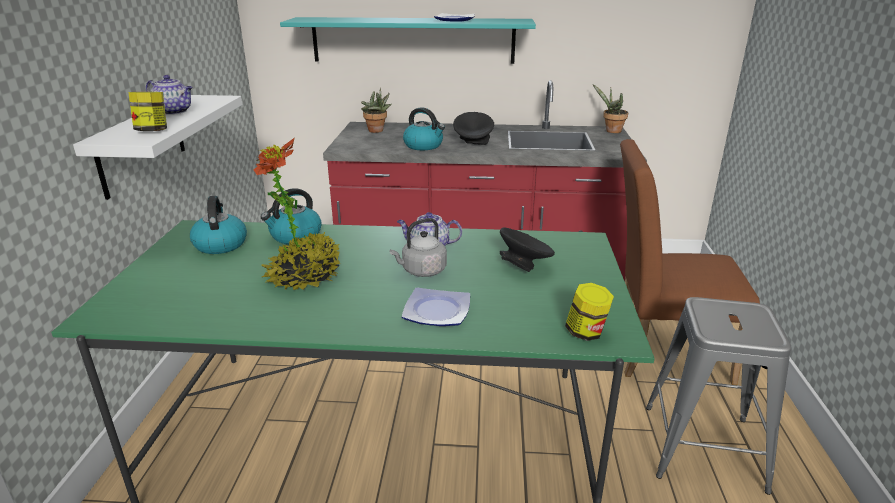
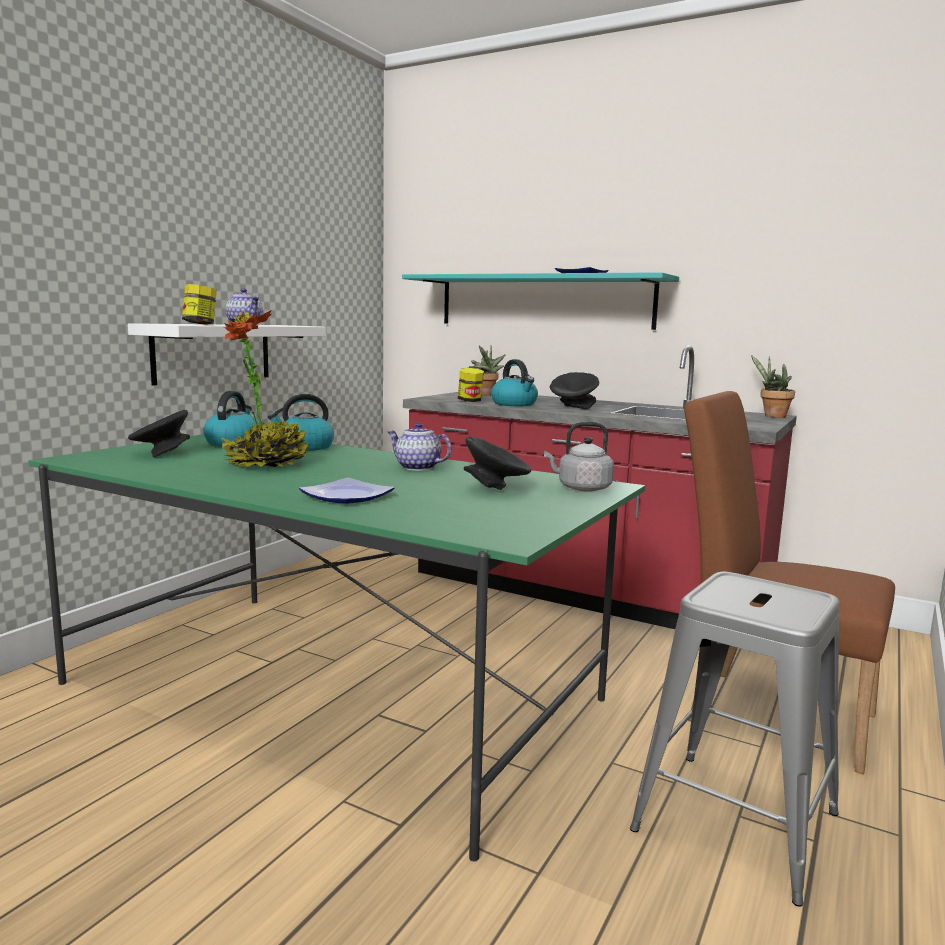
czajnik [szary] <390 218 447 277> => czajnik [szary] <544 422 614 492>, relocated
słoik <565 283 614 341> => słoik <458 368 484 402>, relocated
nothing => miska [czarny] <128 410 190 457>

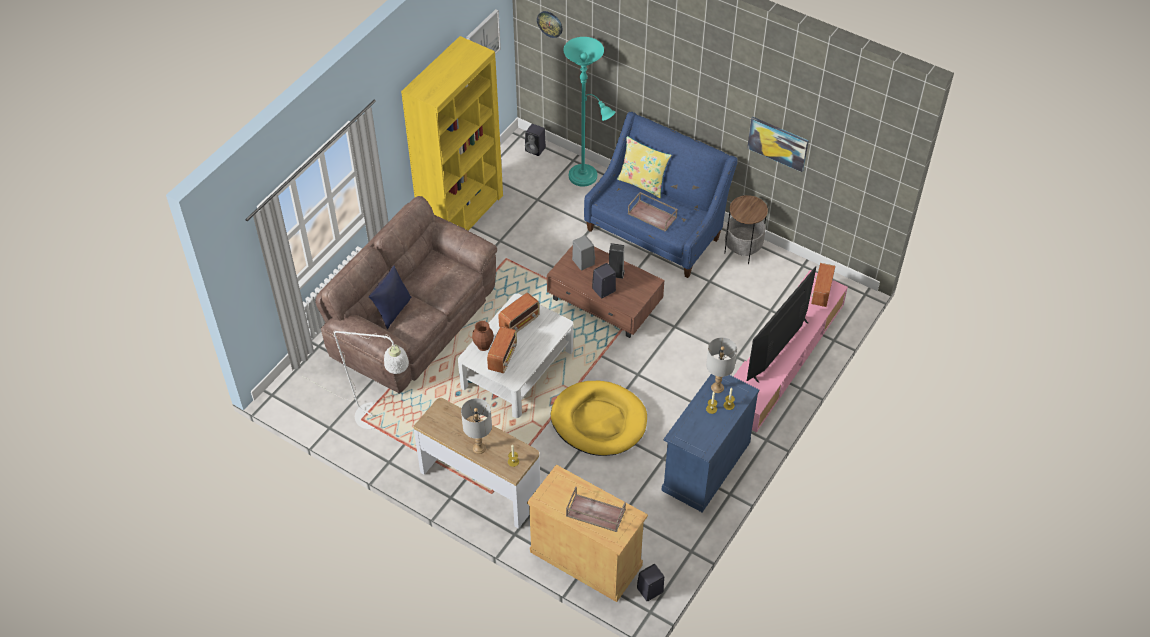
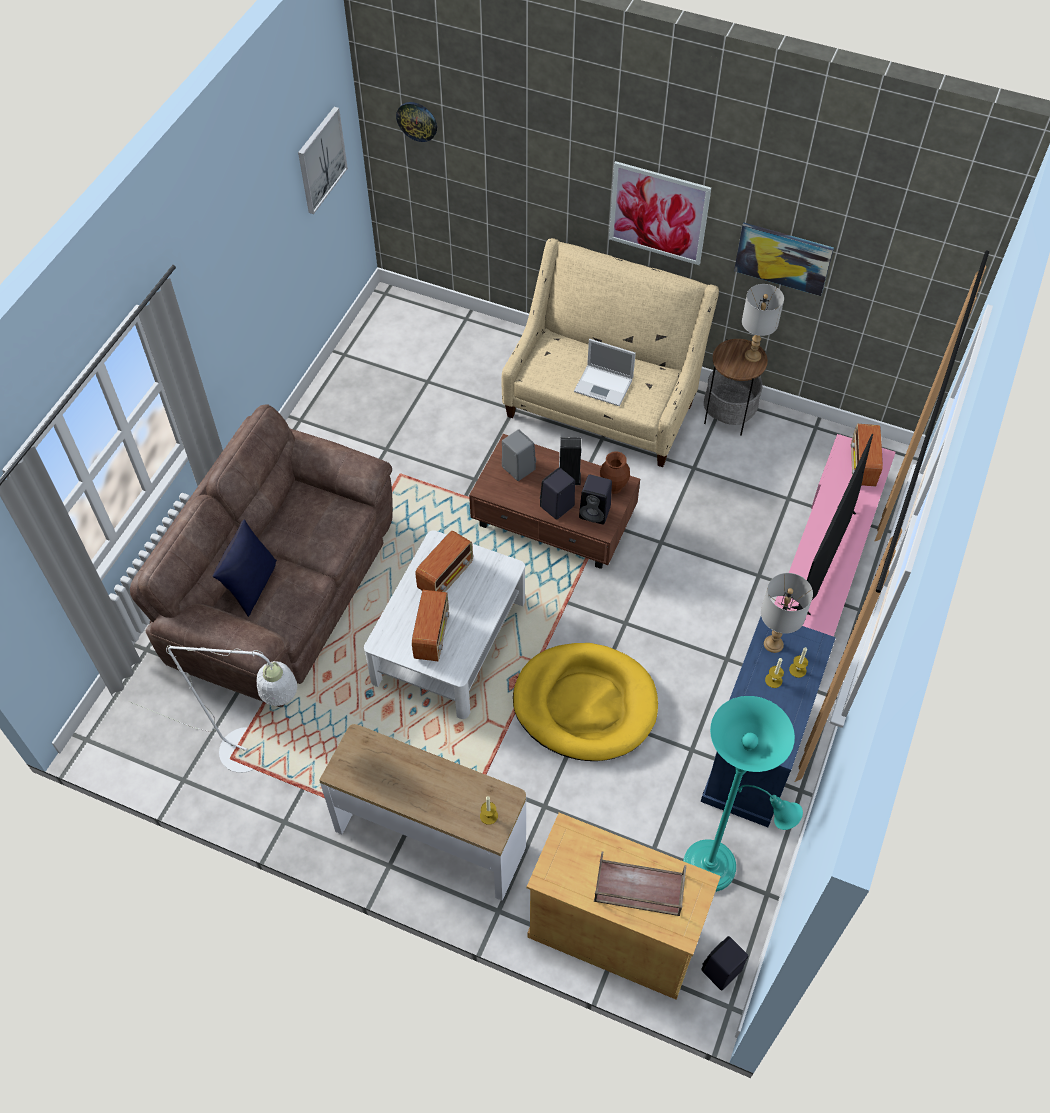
regał [żółty] <401 36 503 231> => nothing
lampa stołowa [szary] <461 398 492 454> => lampa stołowa [szary] <742 284 784 362>, relocated
wazon [brązowy] <472 321 494 351> => wazon [brązowy] <600 452 630 494>, relocated
głośnik [czarny] <525 124 546 156> => głośnik [czarny] <579 474 612 524>, relocated
lampa stojąca [turkusowy] <563 37 615 187> => lampa stojąca [turkusowy] <683 696 803 892>, relocated
kanapa [niebieski] <584 112 738 278> => kanapa [beżowy] <502 238 719 467>
poduszka [żółty] <617 136 672 198> => nothing
taca [brązowy] <628 192 678 232> => laptop <574 339 636 406>
nothing => obraz <609 161 711 265>

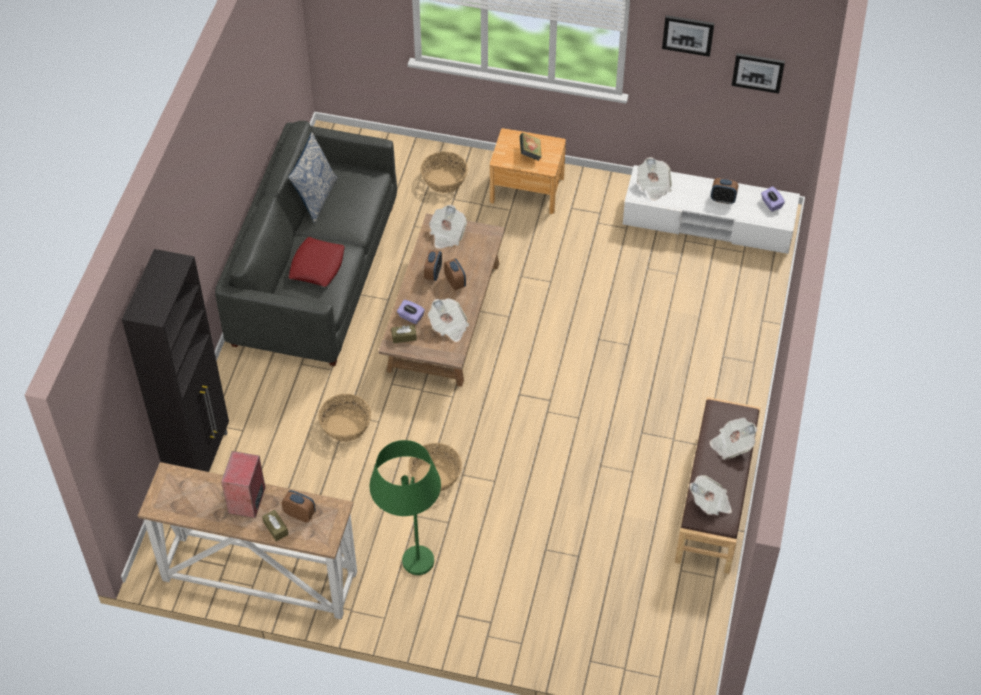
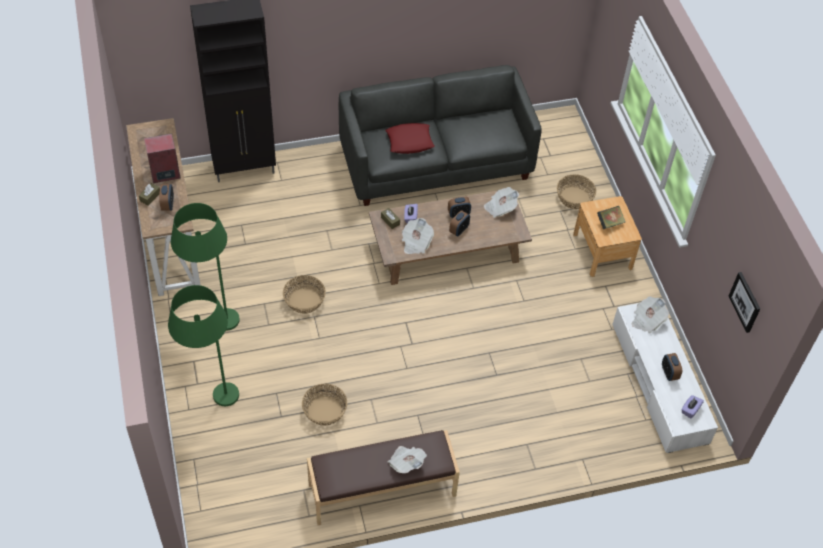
poduszka <288 132 338 223> => nothing
koszyk <318 394 371 442> => koszyk <302 383 347 426>, relocated
obraz <662 15 714 57> => nothing
gazeta <690 475 732 516> => nothing
nothing => lampa stojąca [zielony] <168 285 239 406>

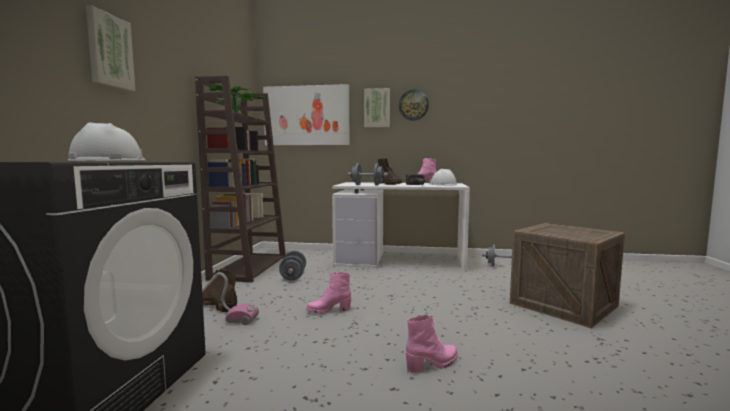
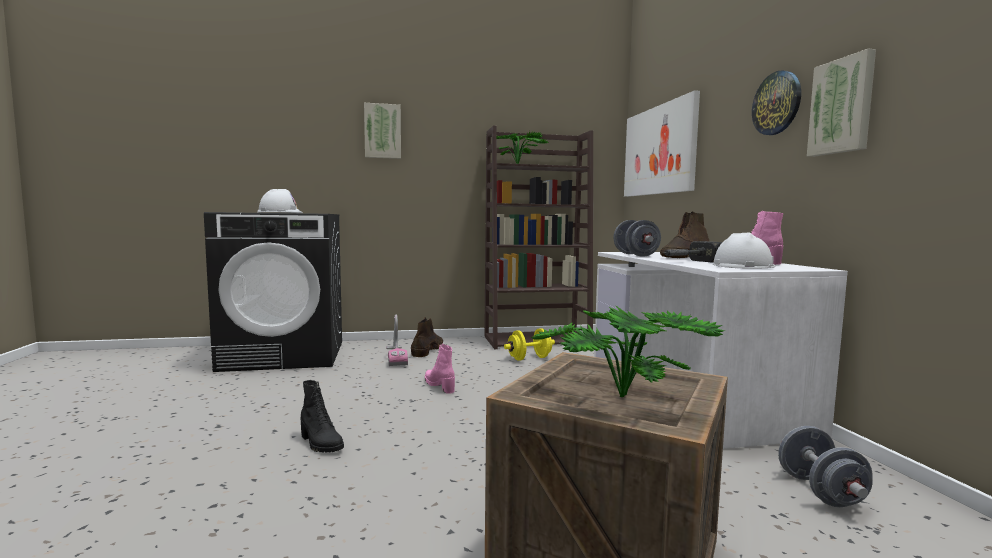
hantel [szary] <279 251 306 280> => hantel [żółty] <504 328 555 361>
obraz <364 88 390 128> => obraz <807 48 876 157>, relocated
but z cholewką [różowy] <406 315 458 373> => but z cholewką [czarny] <300 380 344 453>
nothing => roślina doniczkowa <531 305 725 397>

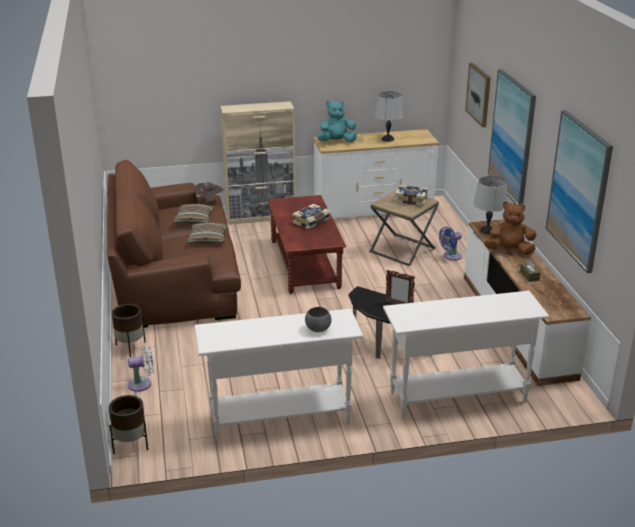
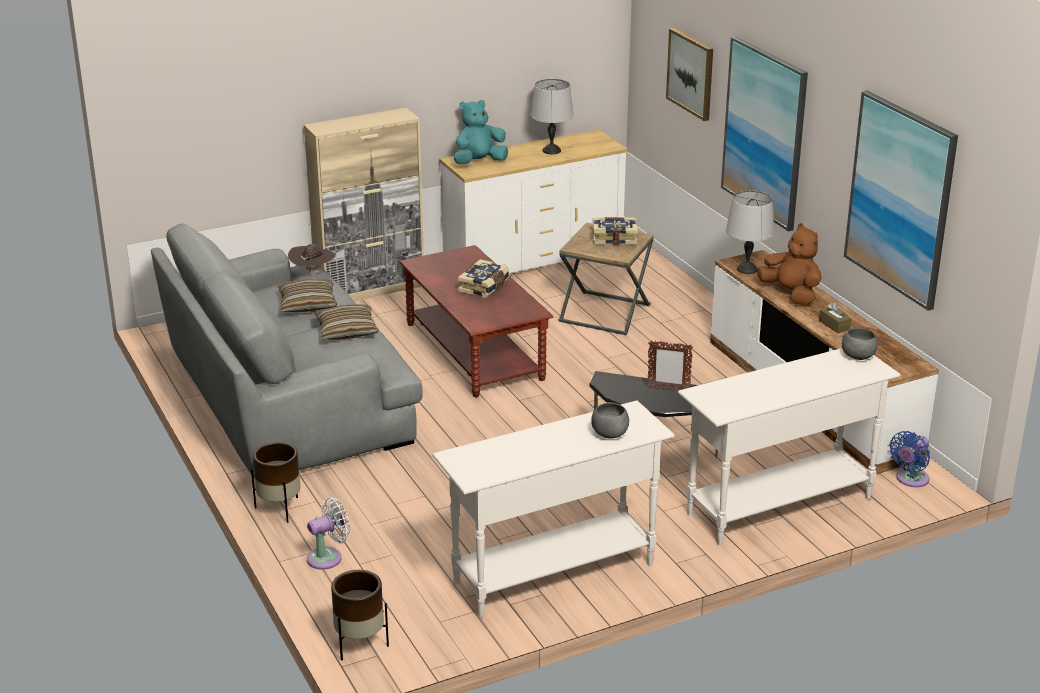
kanapa [brązowy] <107 160 241 328> => kanapa [szary] <151 223 423 478>
wentylator [niebieski] <439 227 462 261> => wentylator [niebieski] <890 431 930 487>, relocated
pluszak [brązowy] <485 201 536 255> => pluszak [brązowy] <757 223 822 305>, 60 degrees clockwise
nothing => miska [szary] <842 328 878 360>

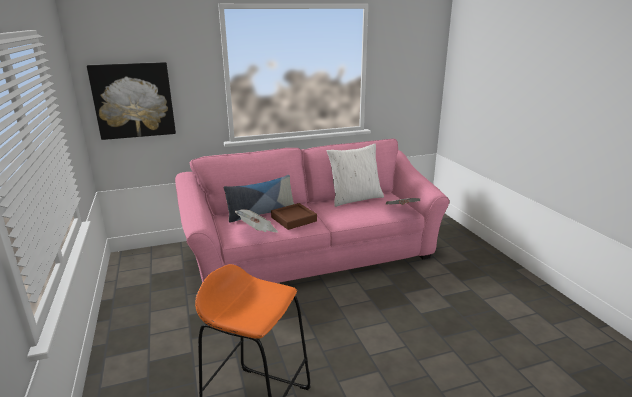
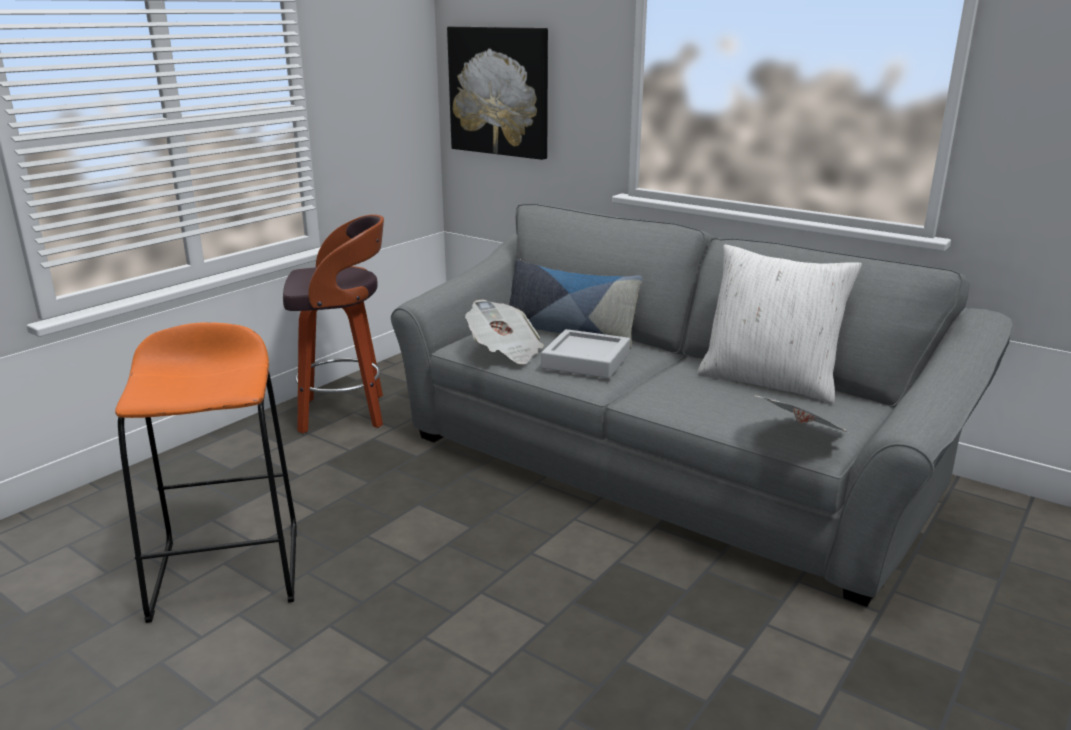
kanapa [różowy] <175 139 449 283> => kanapa [szary] <391 204 1013 607>
taca [brązowy] <271 203 317 230> => taca [szary] <541 329 630 379>
nothing => stołek <283 214 384 433>

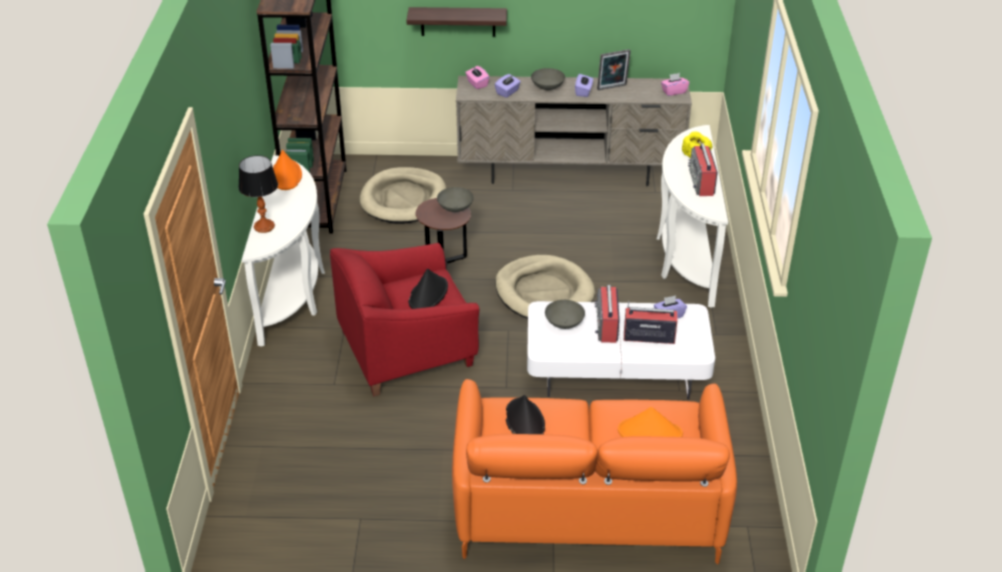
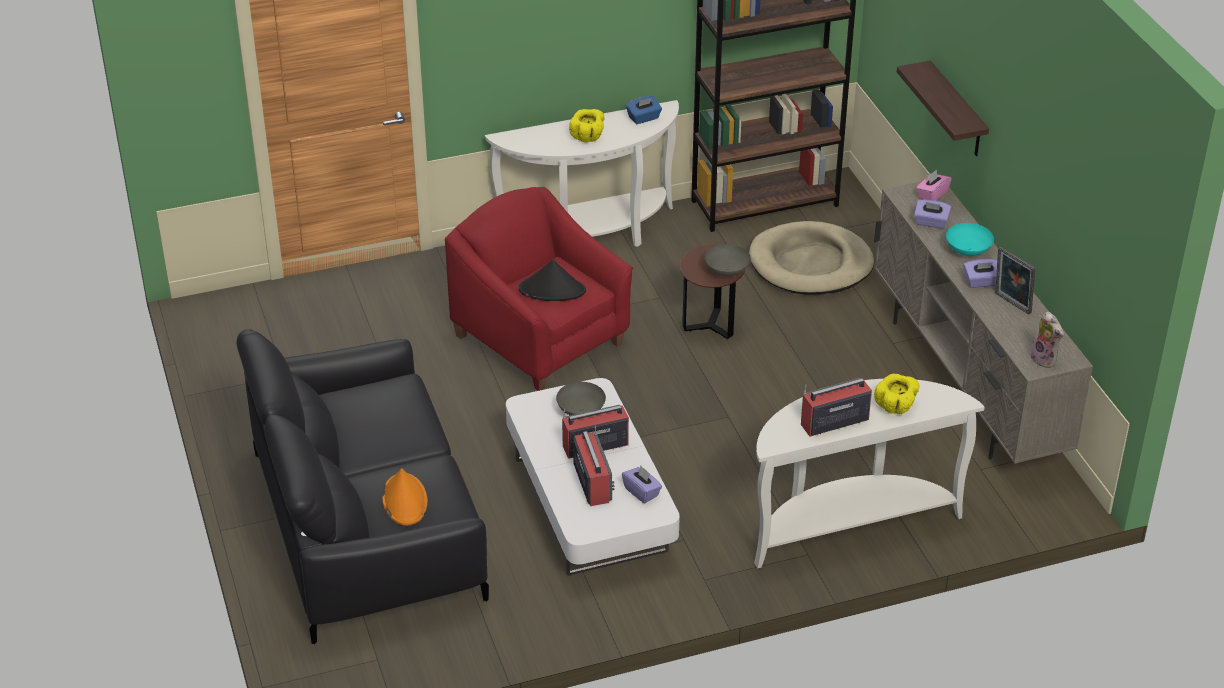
lampa stołowa <238 155 278 233> => nothing
kapelusz [pomarańczowy] <273 150 302 190> => pudełko chusteczek [niebieski] <626 96 662 124>
kanapa [pomarańczowy] <452 379 737 564> => kanapa [czarny] <237 329 489 644>
legowisko [beżowy] <495 255 595 318> => nothing
kapelusz [czarny] <506 395 545 434> => nothing
miska [szary] <531 68 565 90> => miska [turkusowy] <946 223 994 256>
pudełko chusteczek [różowy] <661 73 689 96> => pluszak <1031 311 1064 368>
nothing => miska [żółty] <569 109 605 142>

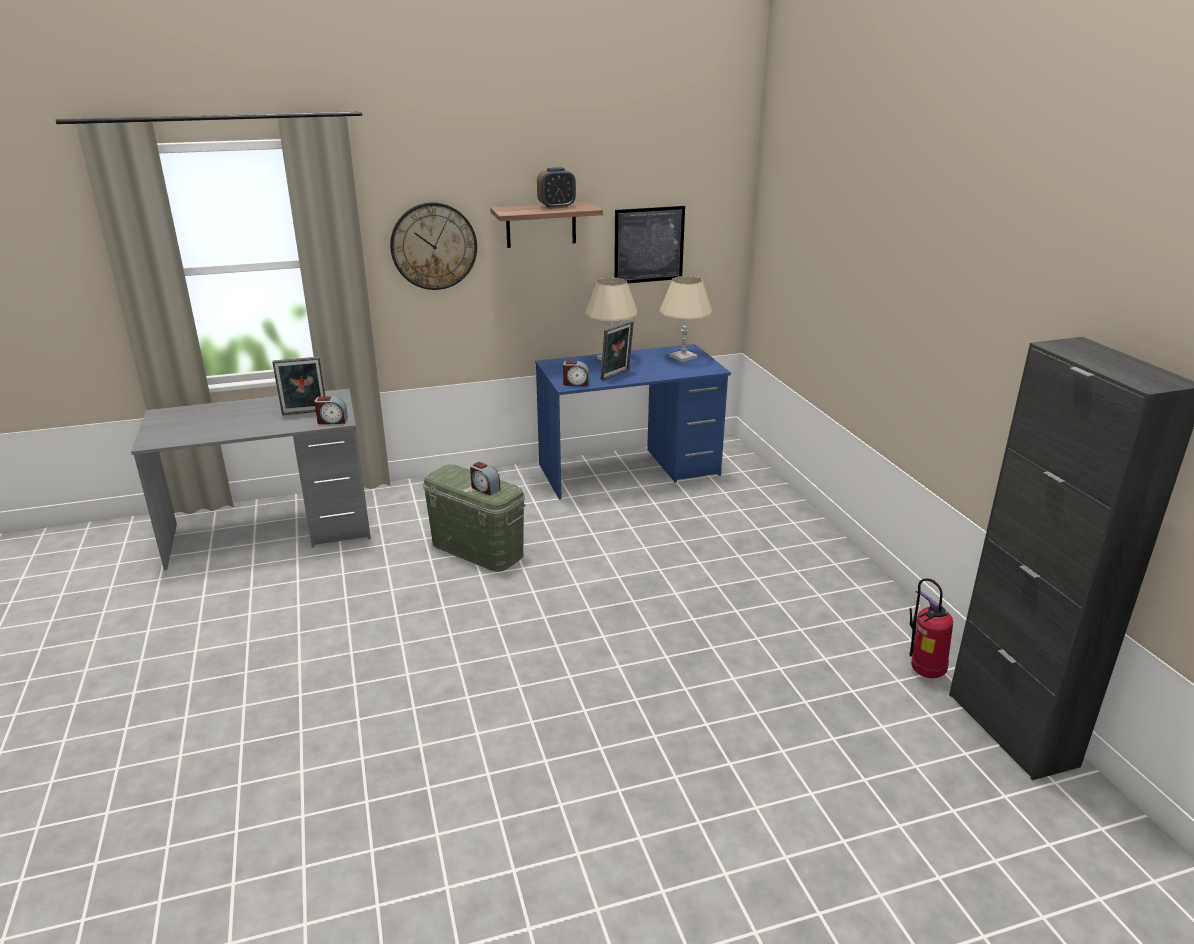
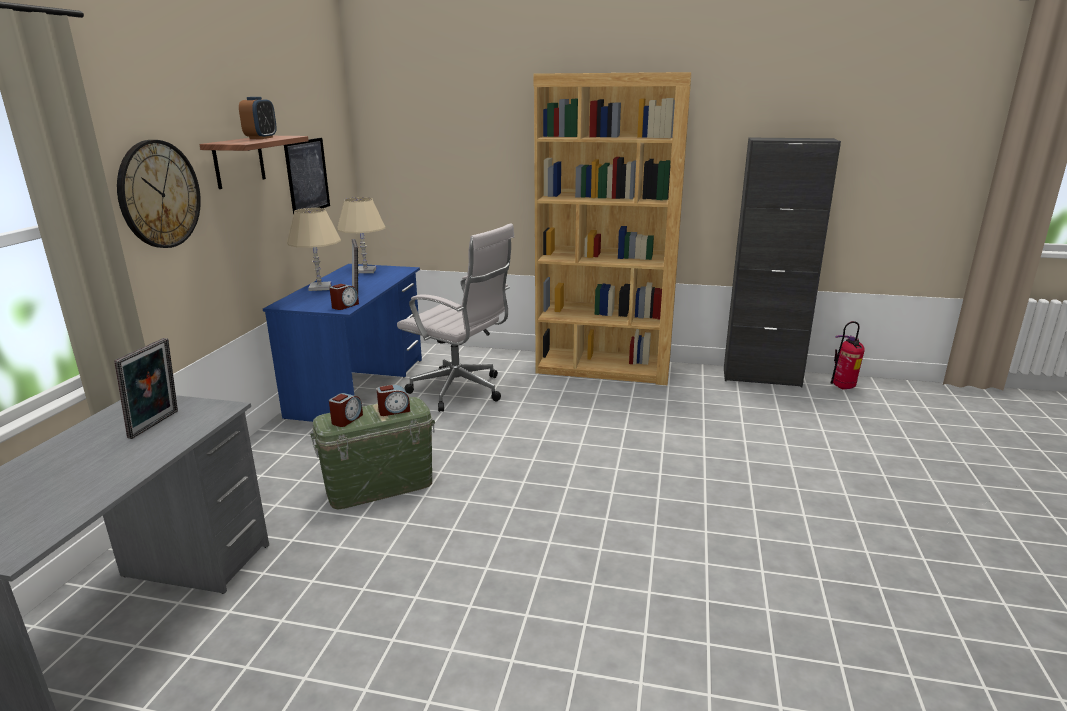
budzik <314 396 348 424> => budzik <329 393 363 427>, relocated
gaśnica <909 578 953 678> => gaśnica <831 321 865 389>, relocated
nothing => krzesło biurowe [biały] <397 223 515 412>
nothing => regał [brązowy] <534 72 692 385>

